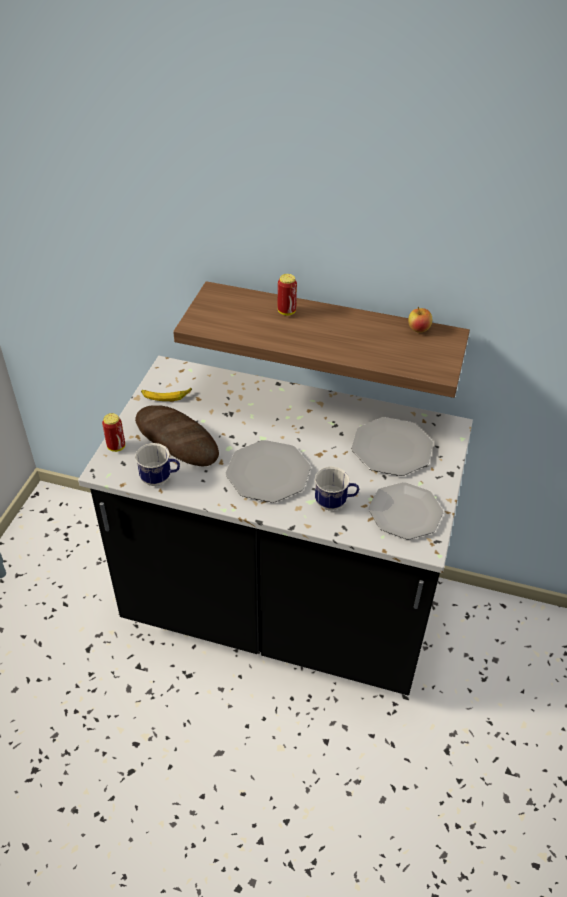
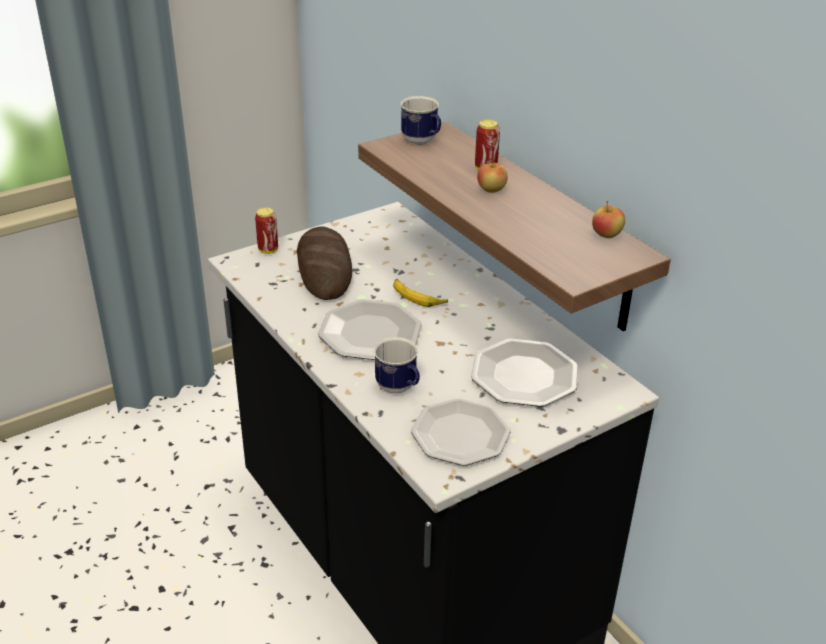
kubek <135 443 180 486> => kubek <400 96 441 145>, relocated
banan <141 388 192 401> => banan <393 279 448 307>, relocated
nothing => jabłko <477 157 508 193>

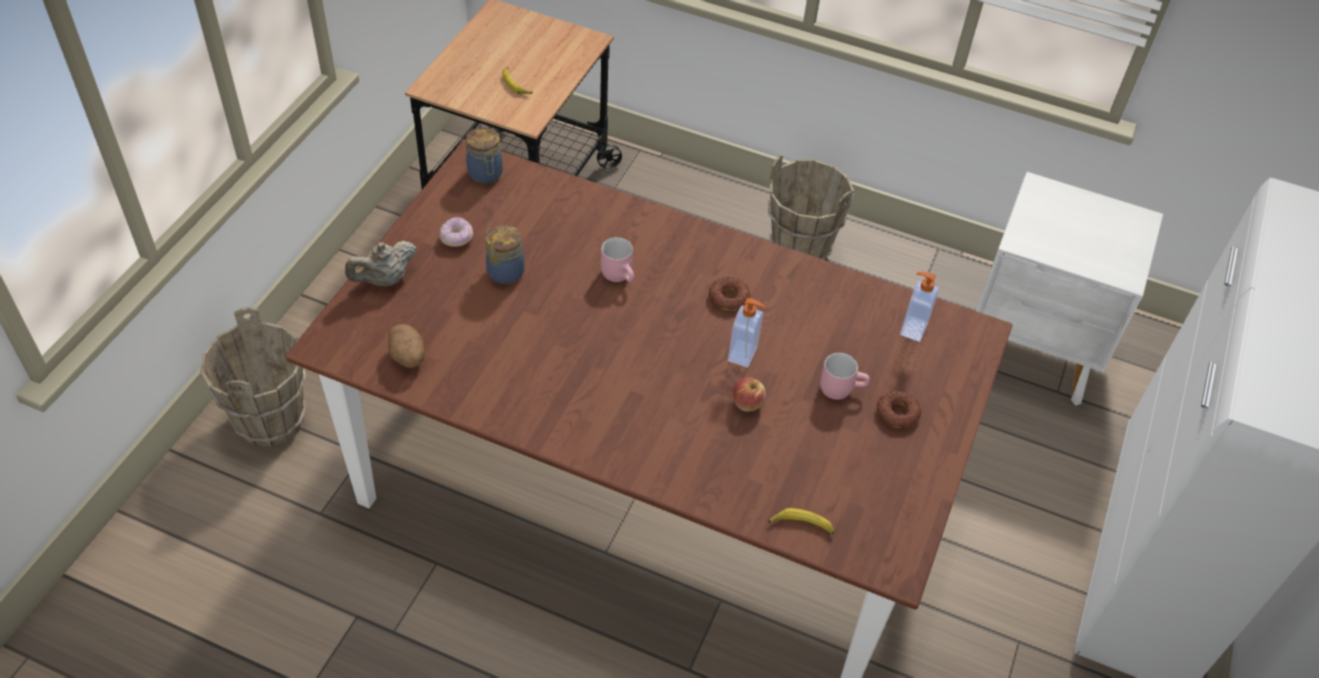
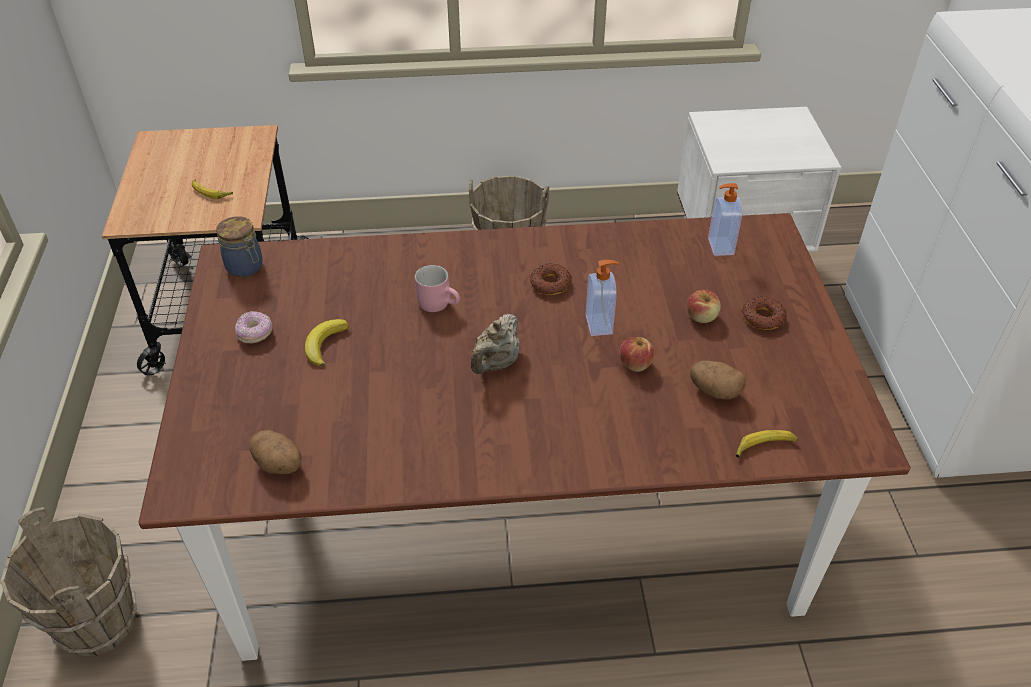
imbryk [beżowy] <345 241 417 286> => imbryk [beżowy] <471 313 520 374>, relocated
słoik <486 225 524 284> => banan <305 319 349 367>
kubek [różowy] <820 353 870 400> => jabłko <687 290 721 323>
nothing => ziemniak <690 361 746 399>

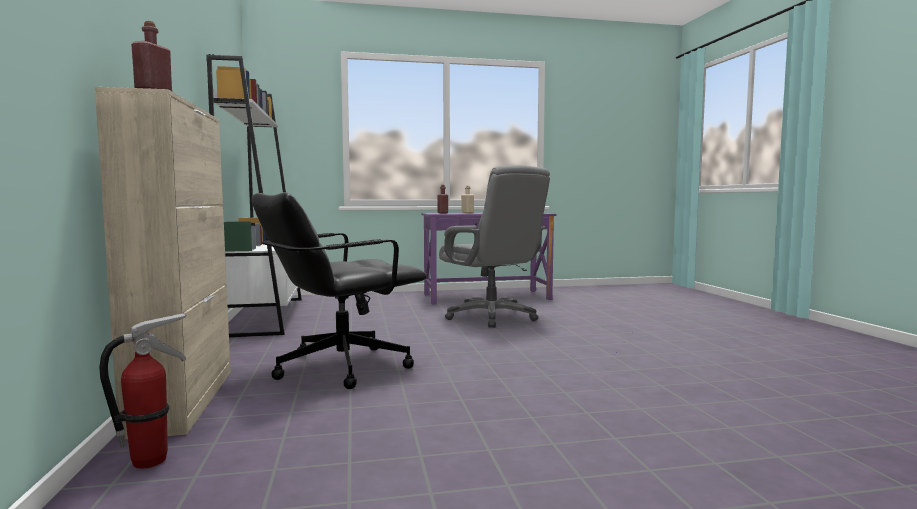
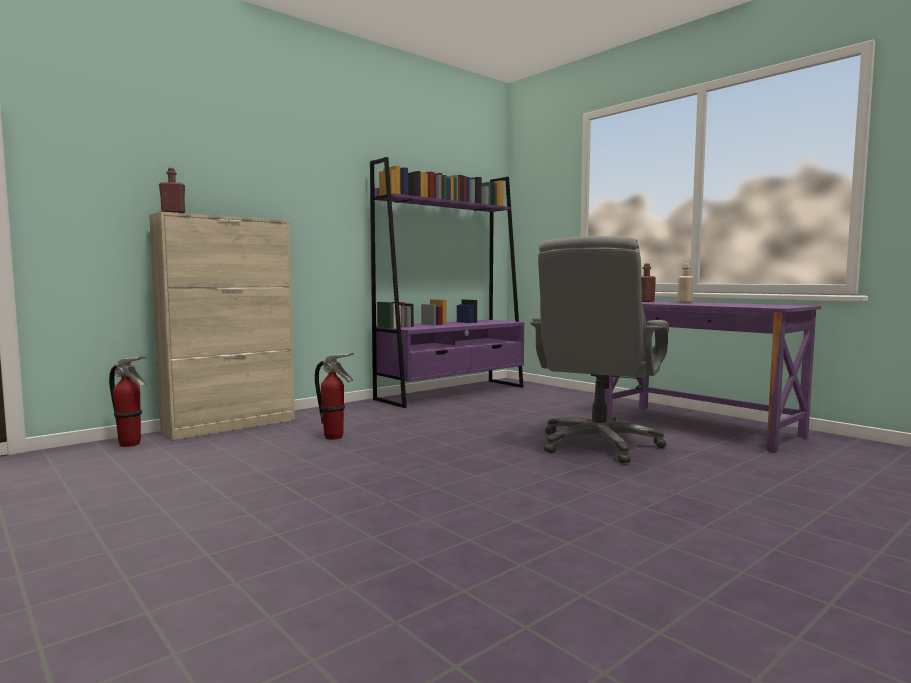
regał [biały] <206 54 302 337> => regał [fioletowy] <370 157 524 408>
krzesło biurowe [czarny] <252 192 427 389> => gaśnica <315 353 354 440>

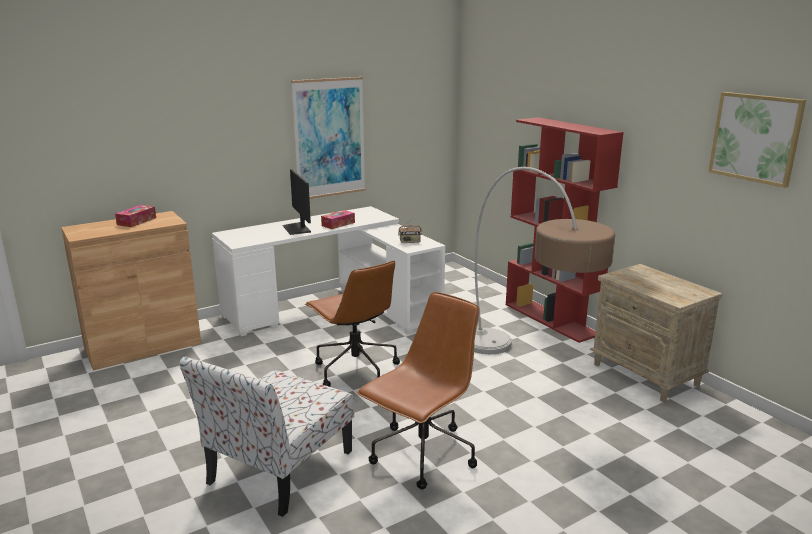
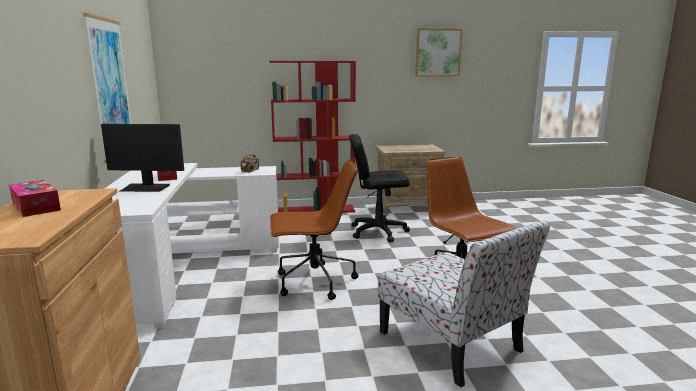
lampa stojąca <474 167 615 354> => krzesło biurowe [czarny] <349 134 410 242>

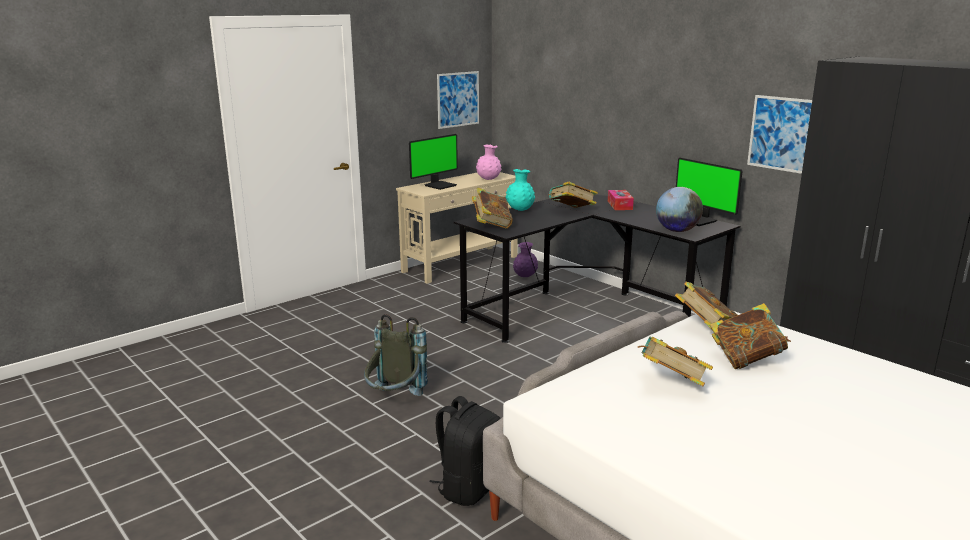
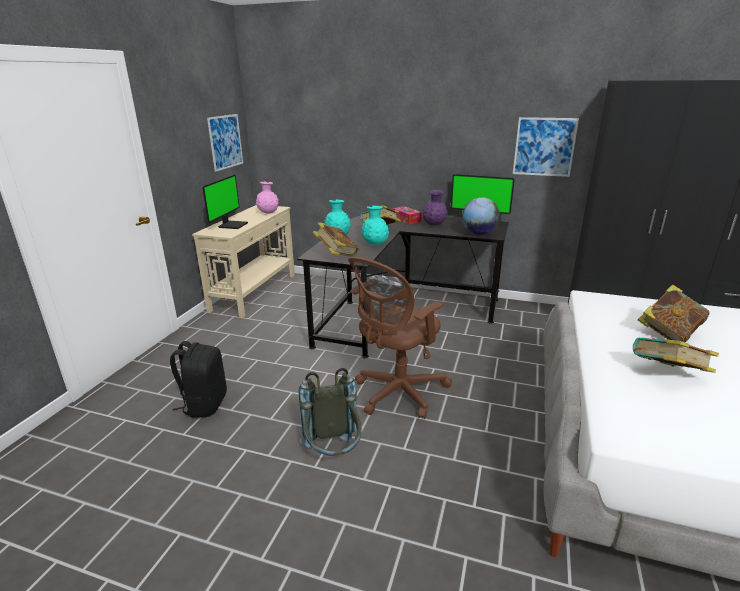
plecak [czarny] <429 396 501 506> => plecak [czarny] <170 341 227 418>, relocated
wazon [fioletowy] <513 242 538 277> => wazon [fioletowy] <422 190 448 225>, relocated
książka <675 282 737 328> => nothing
nothing => krzesło biurowe [brązowy] <348 257 452 419>
nothing => wazon [turkusowy] <361 206 389 245>

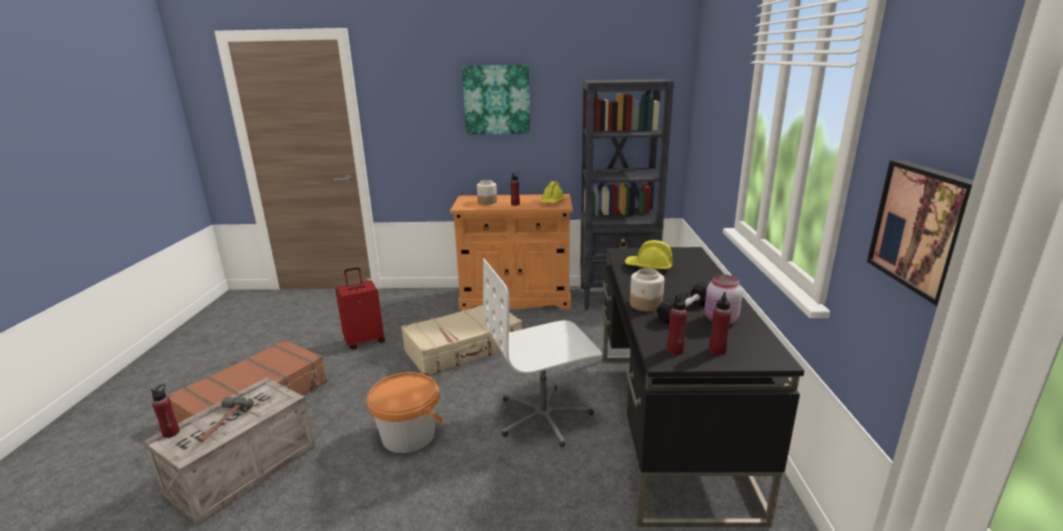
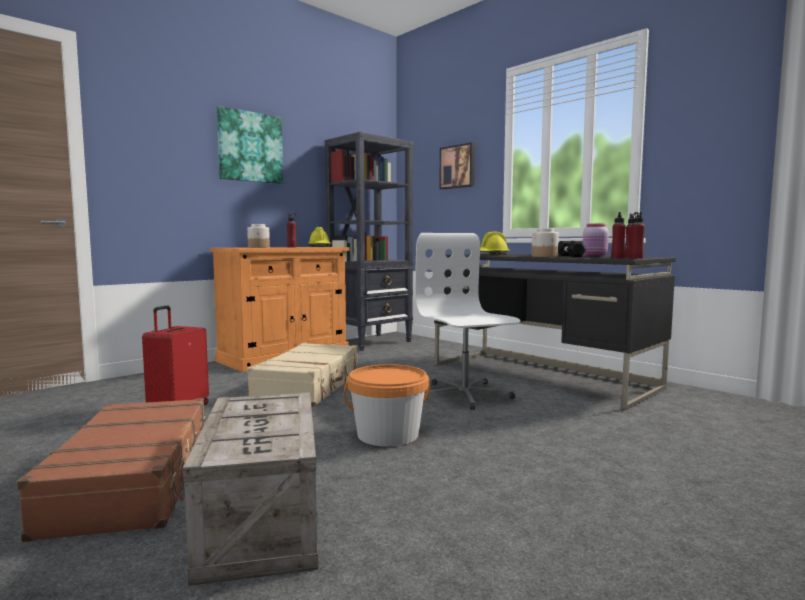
butelka [czerwony] <151 384 180 438> => butelka [czerwony] <630 212 645 259>, relocated
młotek <198 397 254 442> => nothing
krzesło biurowe [biały] <483 258 602 447> => krzesło biurowe [biały] <415 233 520 410>, 135 degrees clockwise
obraz <867 160 973 306> => obraz <439 142 475 189>, relocated

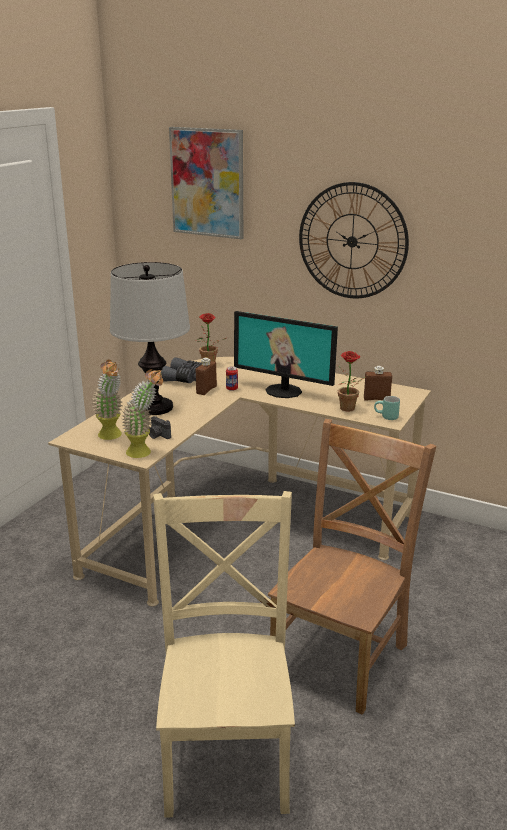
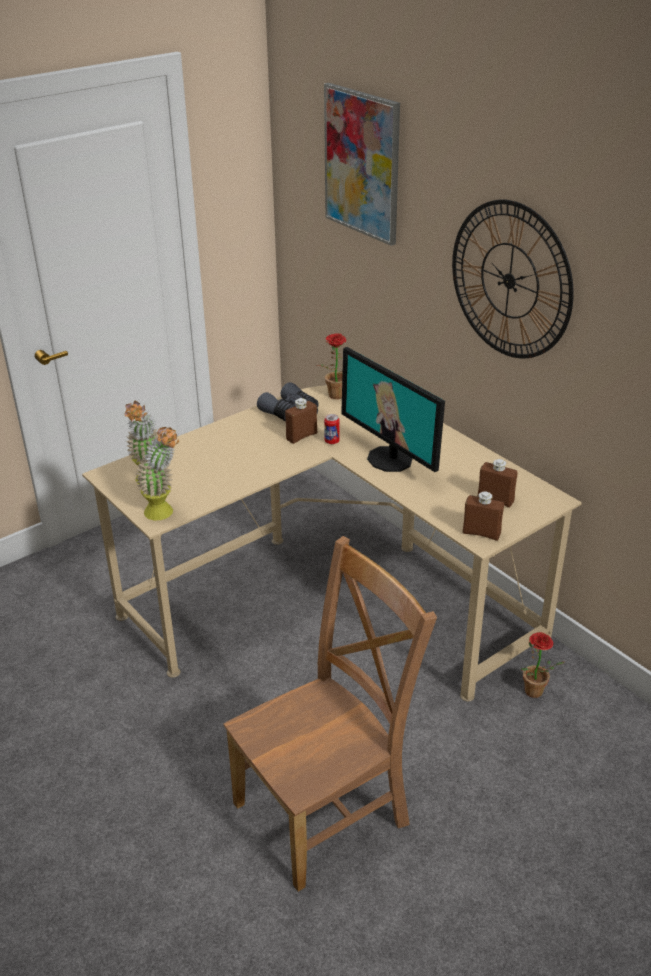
lampa stołowa <110 262 190 415> => nothing
aparat fotograficzny <149 416 171 439> => nothing
krzesło [beżowy] <153 491 295 818> => nothing
roślina doniczkowa <338 351 365 411> => roślina doniczkowa <521 632 564 698>, relocated
kubek [turkusowy] <374 396 400 420> => butelka [brązowy] <463 491 504 541>

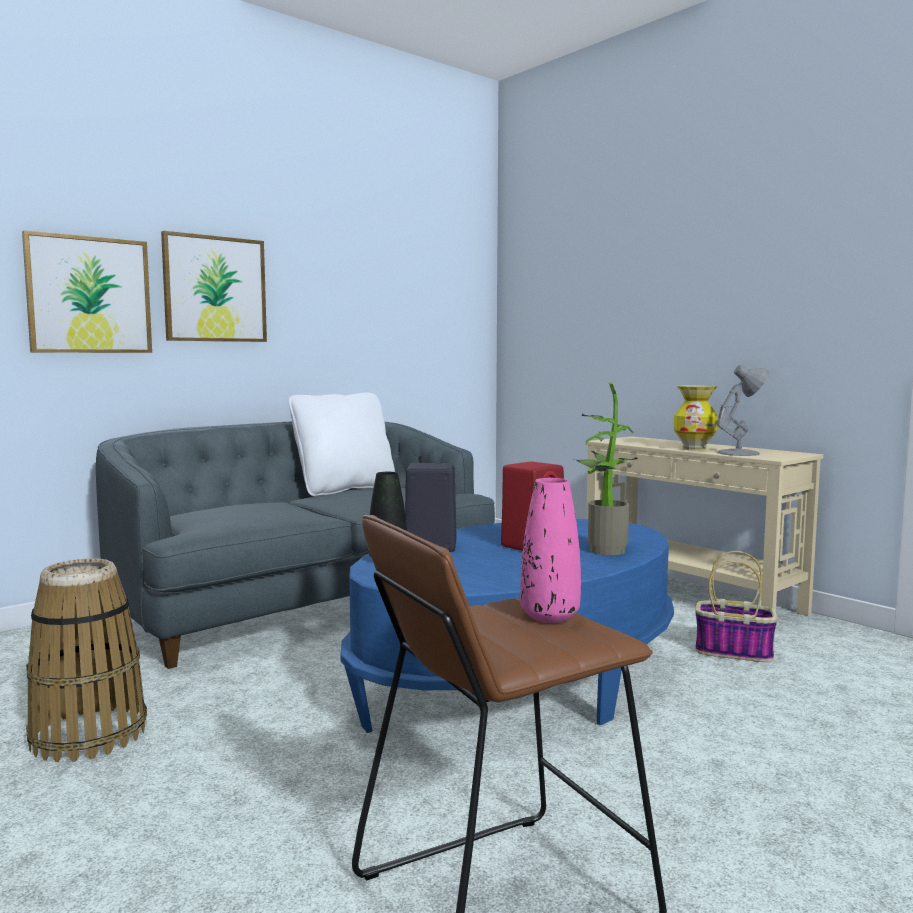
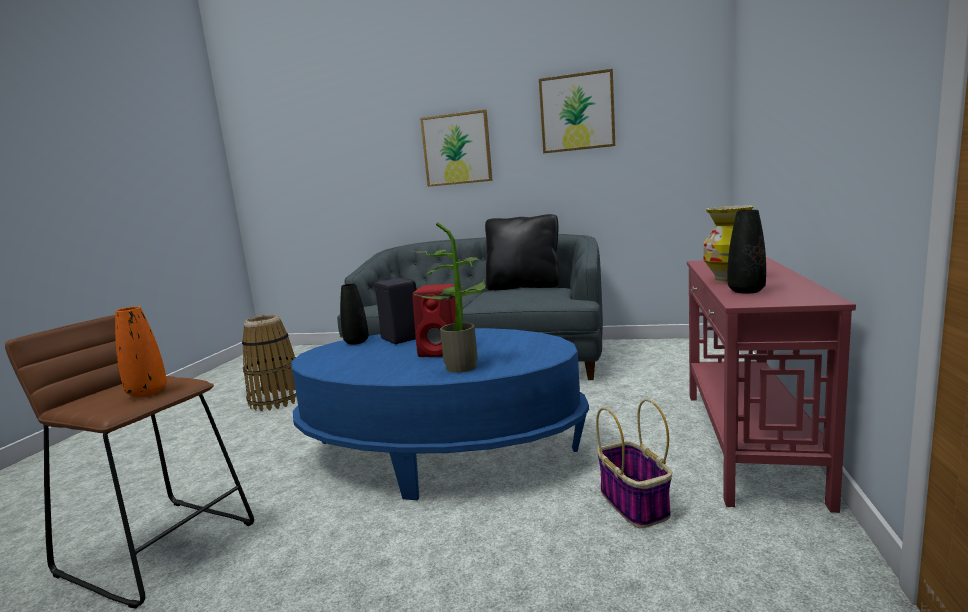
obraz <22 230 152 353> => obraz <539 69 615 153>, relocated
poduszka [biały] <289 393 395 496> => poduszka [czarny] <485 214 559 290>
wazon [różowy] <520 478 581 623> => wazon [pomarańczowy] <115 306 167 398>
stolik konsolowy [beżowy] <586 436 823 616> => stolik konsolowy [czerwony] <687 257 856 513>
lampa stołowa [szary] <717 365 769 456> => wazon [czarny] <728 210 766 294>

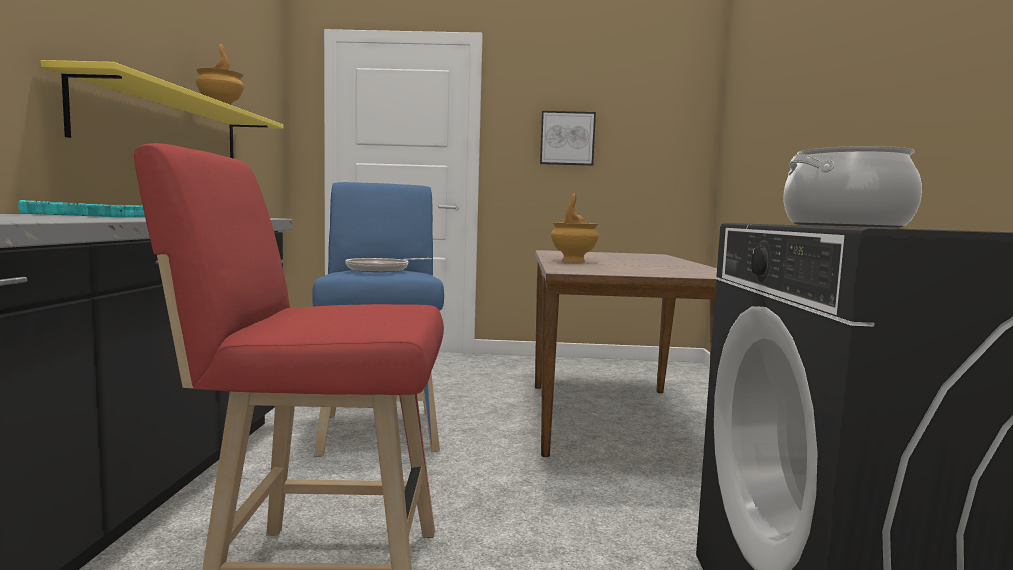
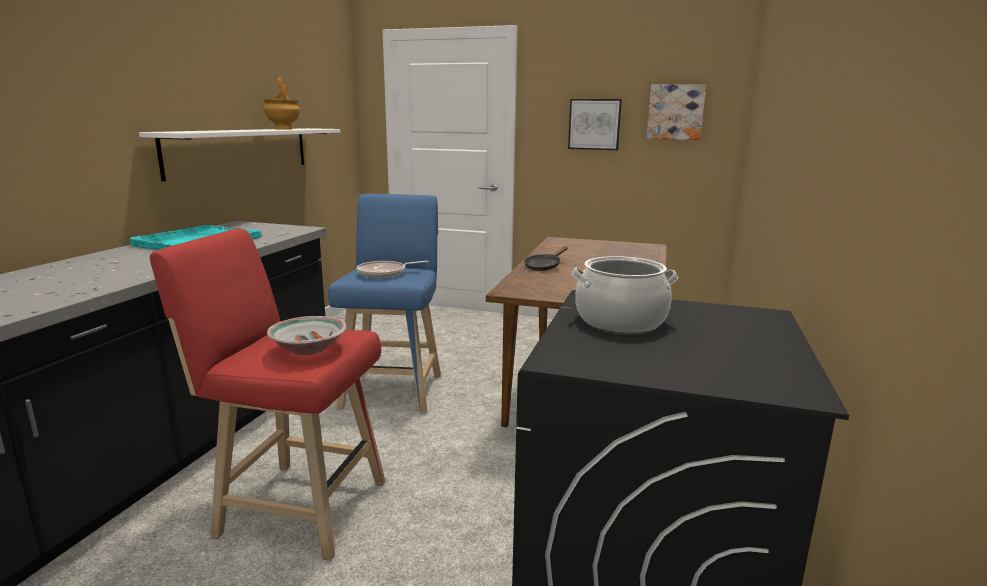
półka [żółty] <40 60 283 158> => półka [biały] <139 128 340 182>
wazon [brązowy] <551 193 599 262> => patelnia [czarny] <524 247 568 271>
nothing => miska <267 316 347 355>
nothing => obraz <646 84 706 140>

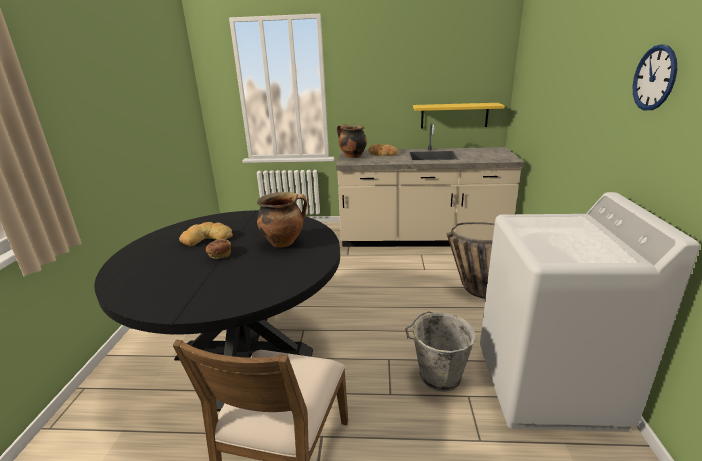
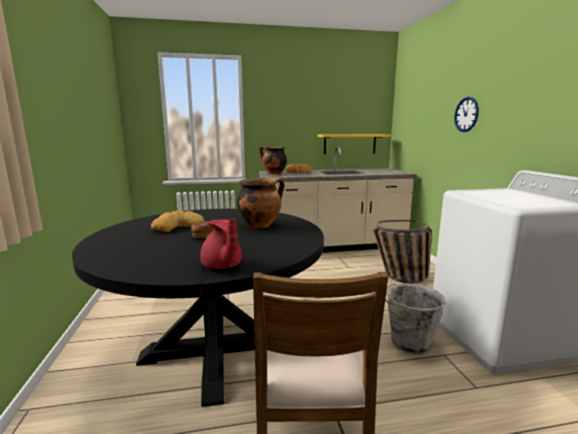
zegar ścienny <633 44 677 110> => zegar ścienny <454 97 479 132>, relocated
nothing => imbryk [czerwony] <200 218 242 269>

